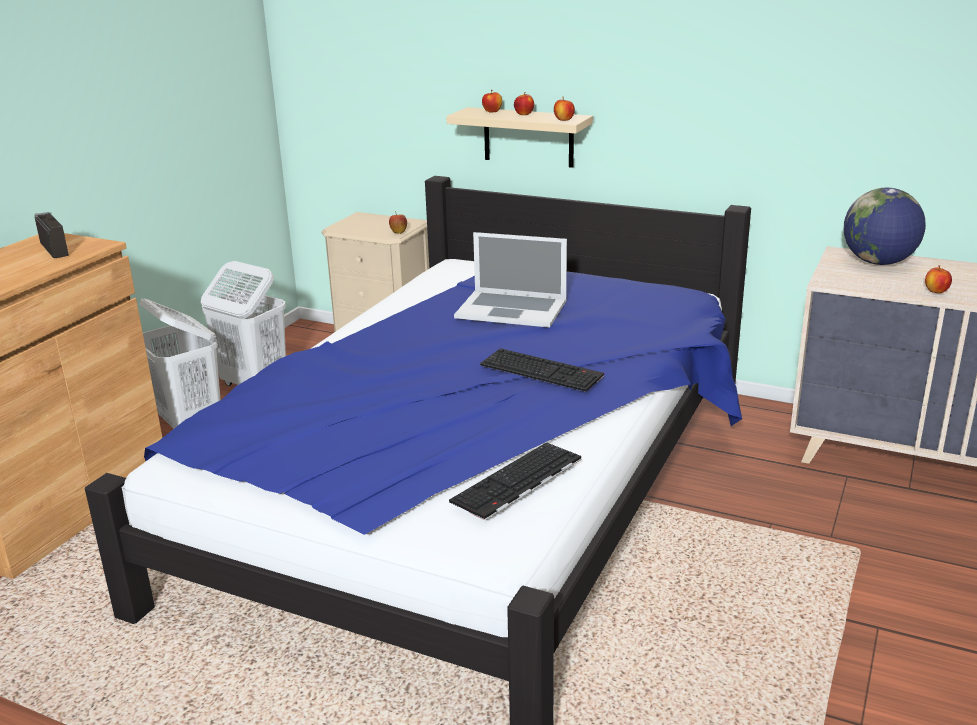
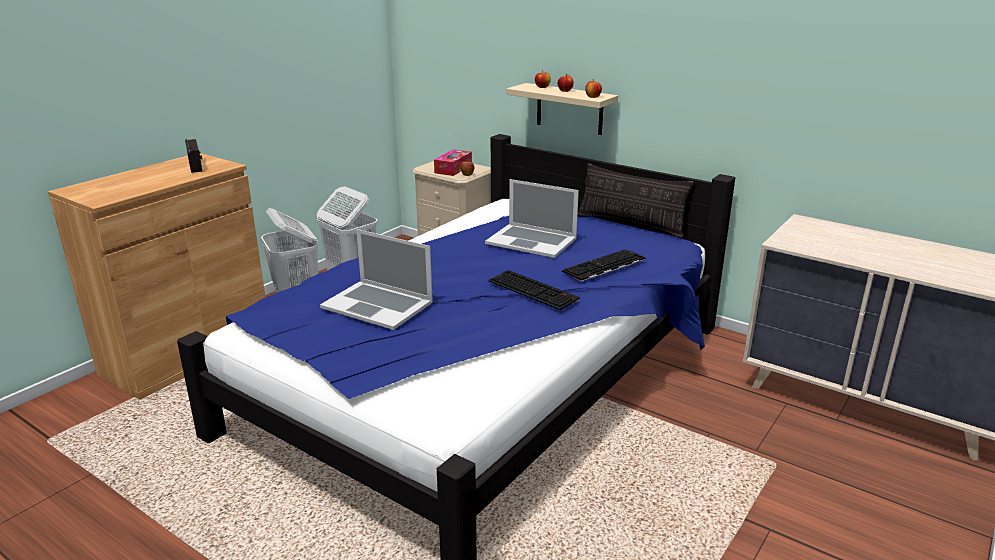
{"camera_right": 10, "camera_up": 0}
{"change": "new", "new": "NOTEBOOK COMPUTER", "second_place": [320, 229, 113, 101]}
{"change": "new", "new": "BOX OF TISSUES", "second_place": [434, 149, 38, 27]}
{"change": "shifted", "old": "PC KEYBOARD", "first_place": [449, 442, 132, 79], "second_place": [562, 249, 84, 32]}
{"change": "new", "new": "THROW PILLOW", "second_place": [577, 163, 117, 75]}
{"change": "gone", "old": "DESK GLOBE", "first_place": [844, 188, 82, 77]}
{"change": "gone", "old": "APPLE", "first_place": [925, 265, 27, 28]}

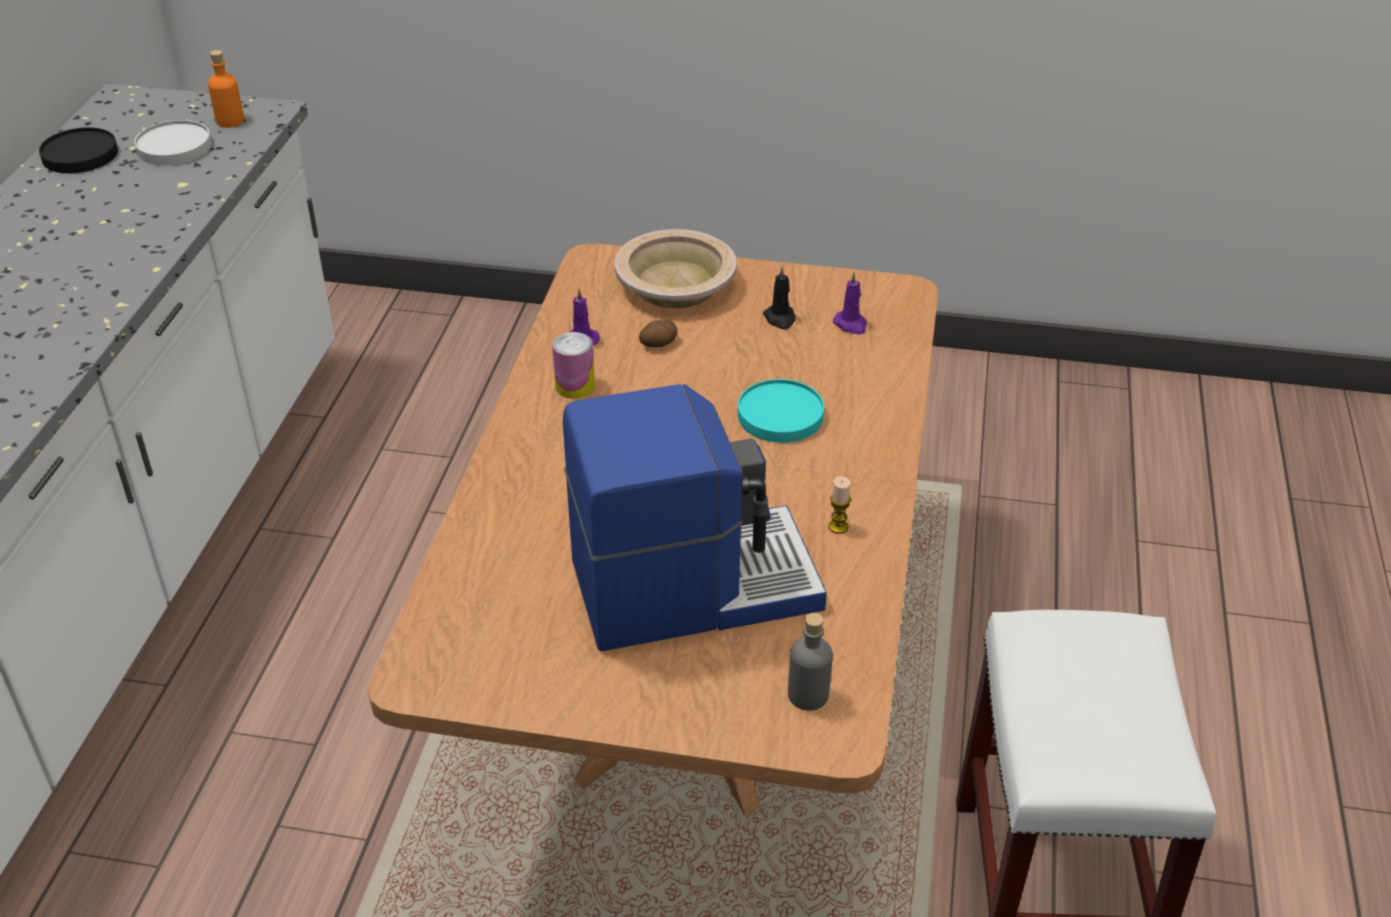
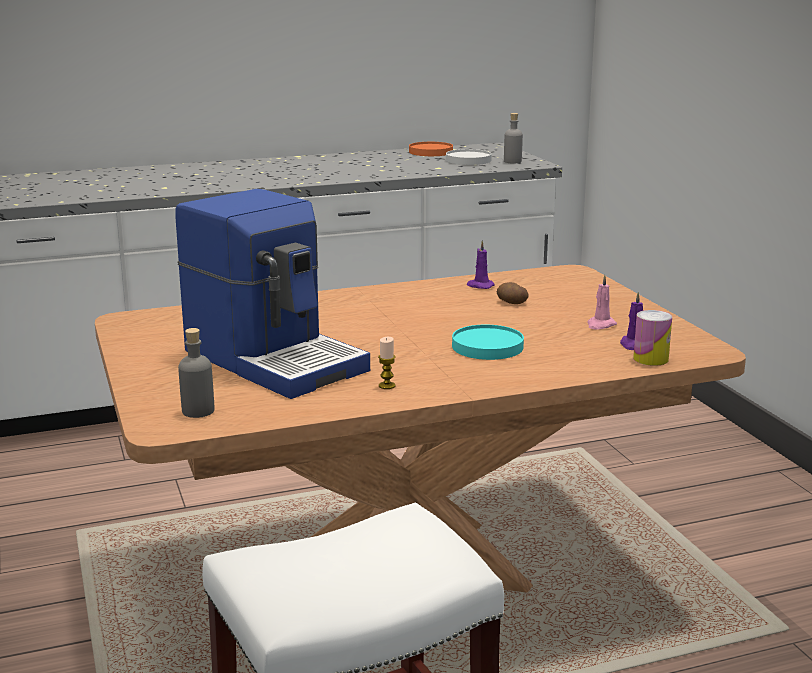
{"camera_right": 60, "camera_up": -20}
{"change": "repainted", "old": "BLACK-COLOURED PLATE", "new": "ORANGEY PLATE", "first_place": [39, 127, 79, 46], "second_place": [409, 142, 44, 14]}
{"change": "repainted", "old": "ORANGEY DRINK BOTTLE", "new": "GREYISH DRINK BOTTLE", "first_place": [208, 50, 36, 78], "second_place": [504, 113, 19, 50]}
{"change": "repainted", "old": "BLACK-COLOURED CANDLE", "new": "PINK-COLOURED CANDLE", "first_place": [763, 266, 33, 63], "second_place": [588, 275, 29, 55]}
{"change": "shifted", "old": "SEALED CAN", "first_place": [552, 332, 43, 67], "second_place": [633, 310, 39, 56]}
{"change": "gone", "old": "SAND-COLOURED BOWL", "first_place": [615, 229, 122, 79]}

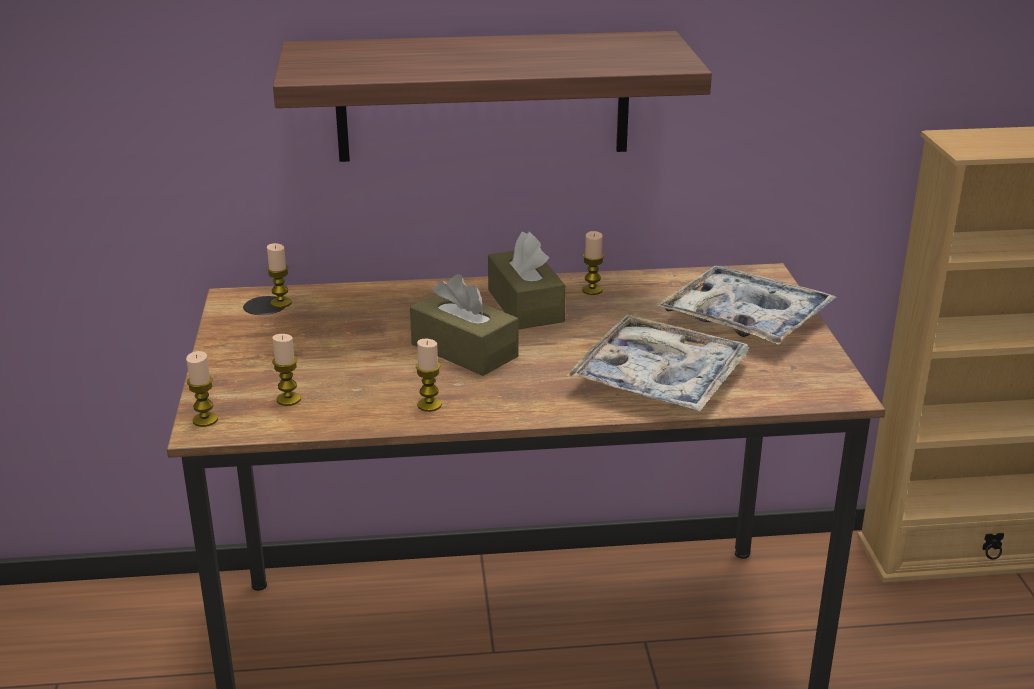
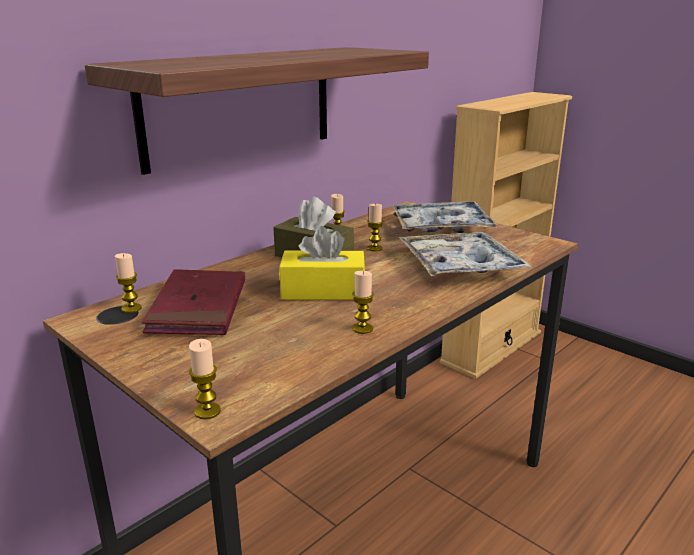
{"camera_right": -40, "camera_up": -5}
{"change": "new", "new": "RED-COLOURED BOUND BOOK", "second_place": [142, 269, 103, 66]}
{"change": "repainted", "old": "BROWN-COLOURED BOX OF TISSUES", "new": "YELLOWISH BOX OF TISSUES", "first_place": [410, 274, 108, 102], "second_place": [279, 226, 86, 74]}
{"change": "shifted", "old": "CANDLE", "first_place": [272, 334, 29, 72], "second_place": [367, 203, 16, 48]}

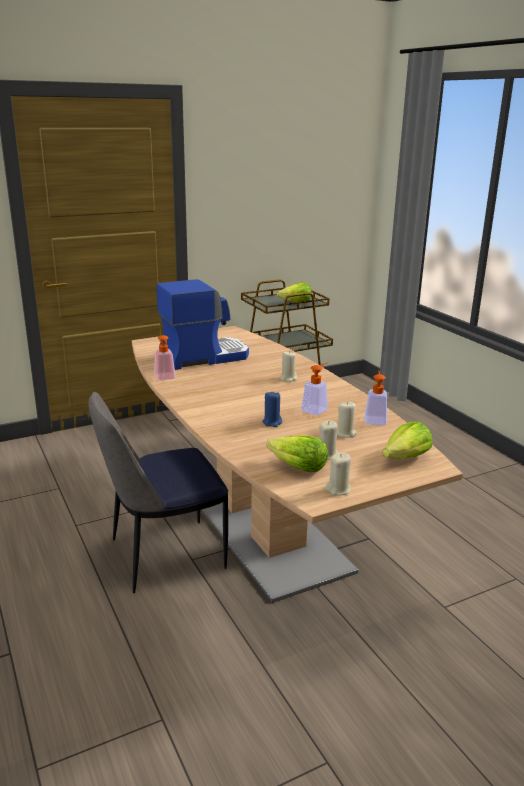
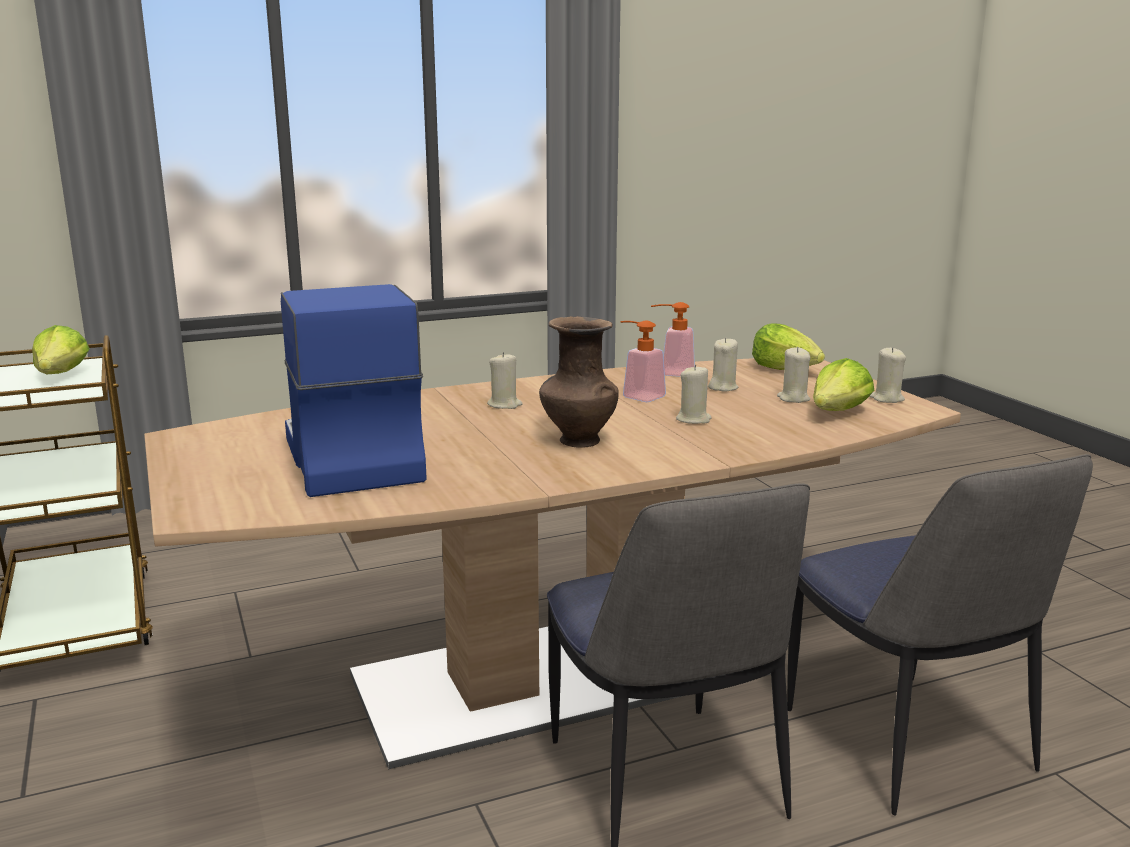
{"camera_right": -85, "camera_up": -5}
{"change": "new", "new": "BROWN-COLOURED VASE", "second_place": [539, 316, 80, 132]}
{"change": "repainted", "old": "BLUE CANDLE", "new": "SAND-COLOURED CANDLE", "first_place": [262, 391, 20, 36], "second_place": [676, 365, 36, 59]}
{"change": "new", "new": "PLAIN CHAIR", "second_place": [787, 454, 306, 362]}
{"change": "gone", "old": "LIQUID SOAP BOTTLE", "first_place": [154, 335, 21, 45]}

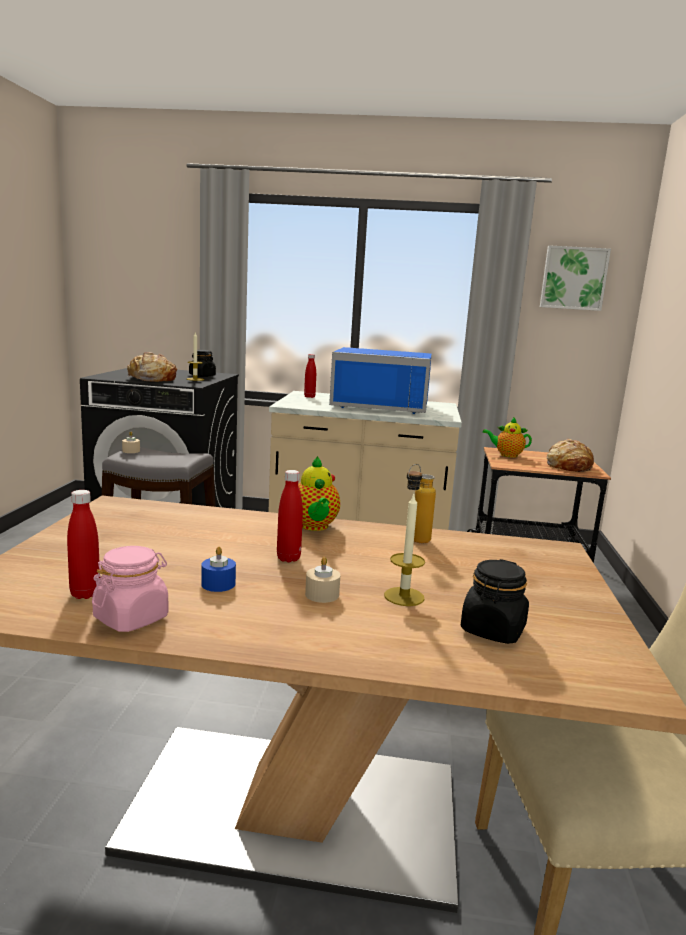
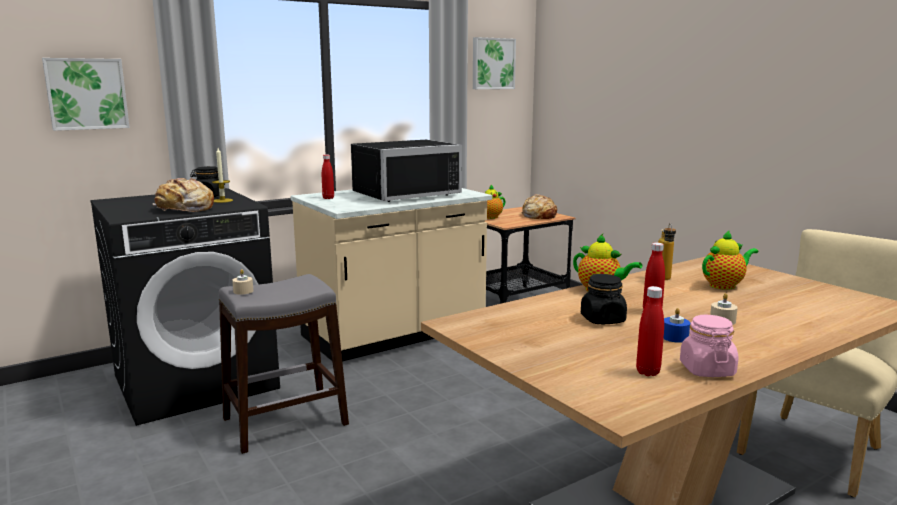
{"camera_right": -40, "camera_up": 0}
{"change": "new", "new": "WALL PICTURE", "second_place": [42, 58, 88, 73]}
{"change": "repainted", "old": "BLUE MICROWAVE OVEN", "new": "BLACK-COLOURED MICROWAVE OVEN", "first_place": [329, 347, 103, 67], "second_place": [351, 140, 111, 62]}
{"change": "shifted", "old": "BLACK-COLOURED STORAGE JAR", "first_place": [461, 559, 68, 85], "second_place": [581, 274, 46, 50]}
{"change": "new", "new": "TEA POT", "second_place": [702, 230, 56, 60]}
{"change": "gone", "old": "CANDLE", "first_place": [384, 494, 41, 112]}

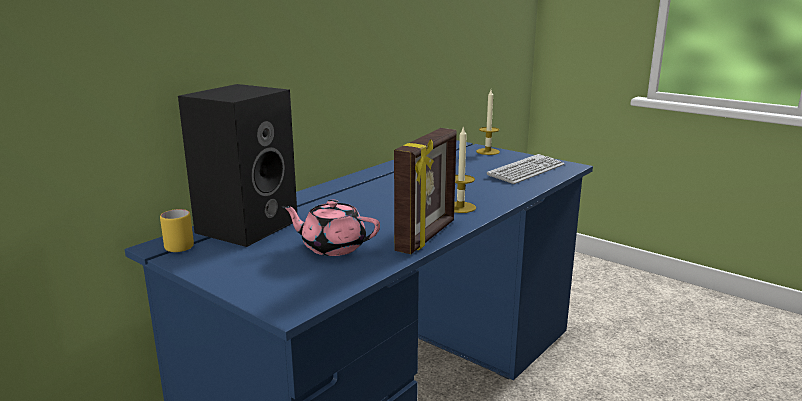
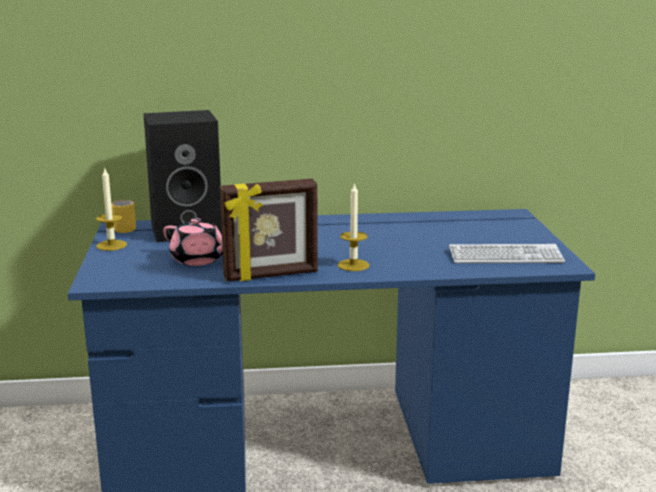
{"camera_right": 45, "camera_up": 0}
{"change": "shifted", "old": "CANDLE", "first_place": [476, 90, 24, 65], "second_place": [96, 169, 31, 82]}
{"change": "rotated", "old": "PINK-COLOURED TEA POT", "first_place": [282, 200, 98, 56], "second_place": [163, 218, 60, 48], "degrees": 150}

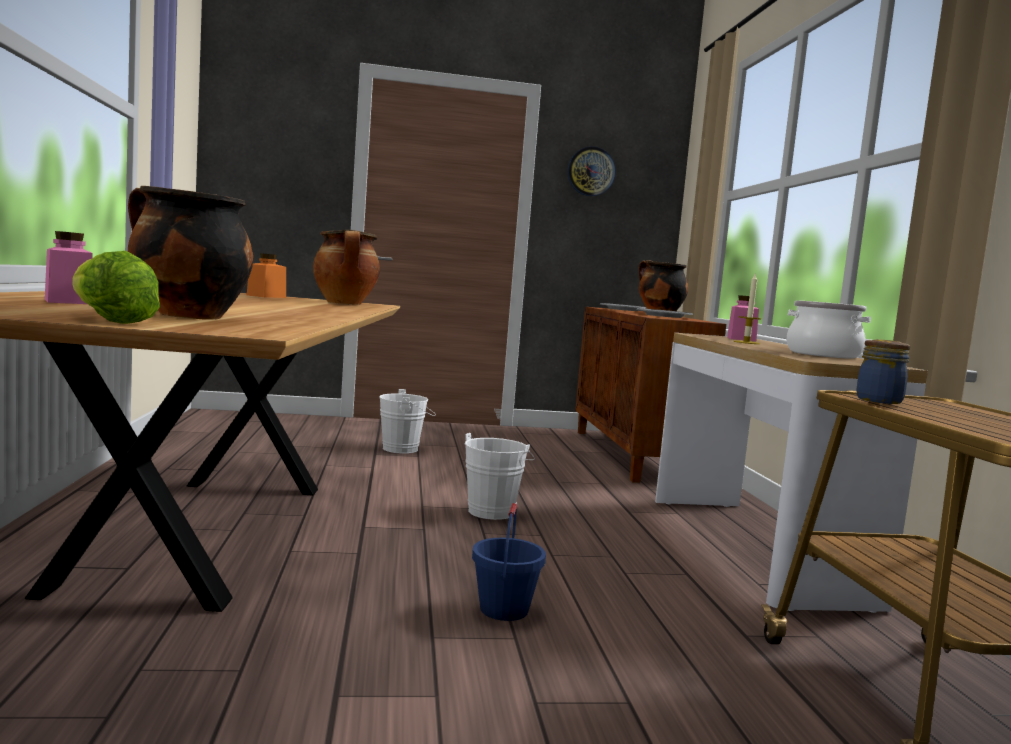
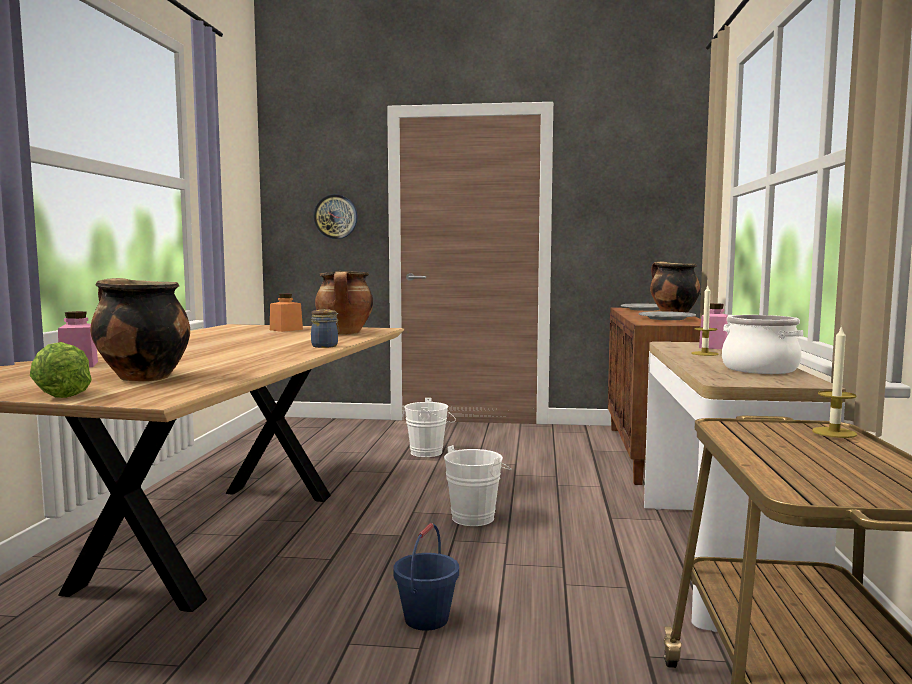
{"camera_right": 15, "camera_up": 0}
{"change": "shifted", "old": "STORAGE JAR", "first_place": [856, 339, 54, 65], "second_place": [311, 309, 28, 39]}
{"change": "shifted", "old": "WALL CLOCK", "first_place": [568, 146, 47, 50], "second_place": [314, 194, 44, 45]}
{"change": "new", "new": "CANDLE", "second_place": [812, 325, 45, 113]}

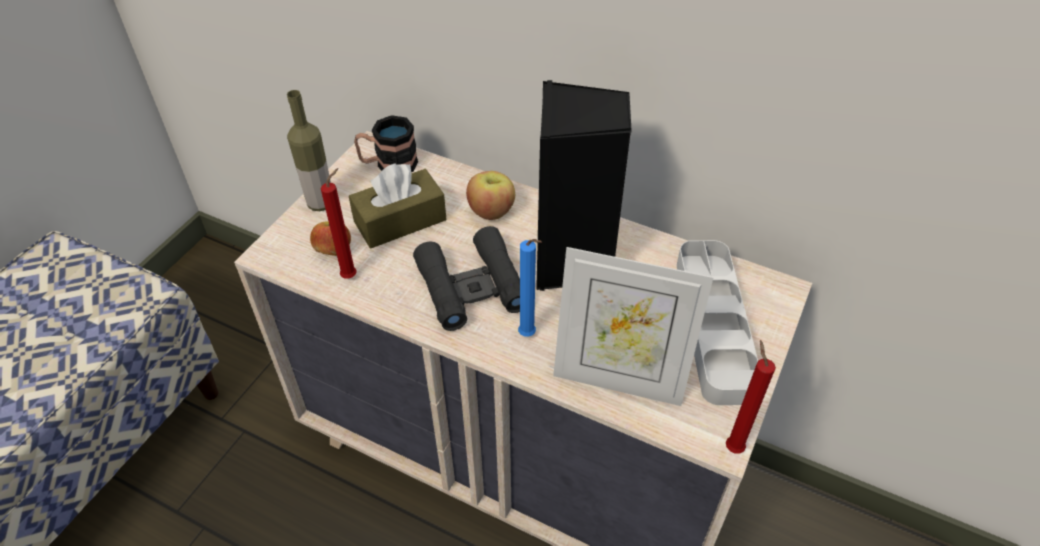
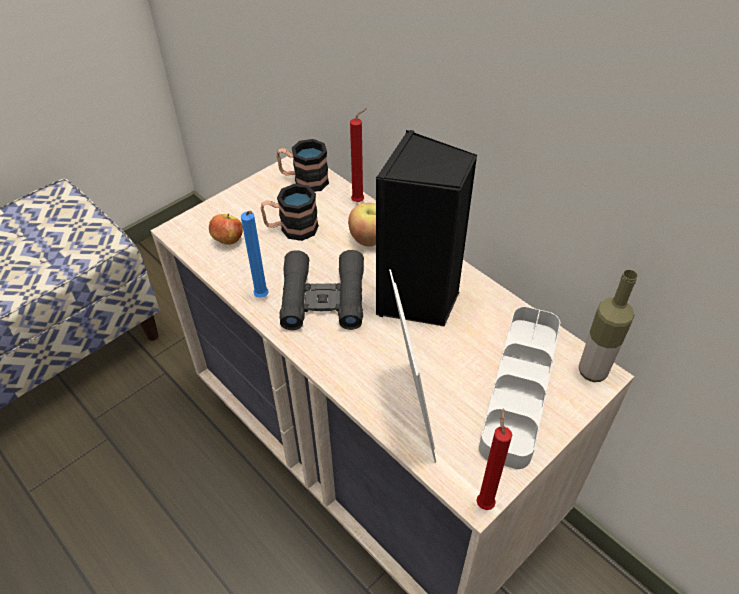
{"camera_right": 20, "camera_up": 0}
{"change": "shifted", "old": "BLUE CANDLE", "first_place": [518, 239, 24, 98], "second_place": [241, 211, 28, 87]}
{"change": "swapped", "old": "BROWN-COLOURED BOX OF TISSUES", "new": "COFFEE MUG", "first_place": [349, 164, 97, 84], "second_place": [260, 184, 59, 57]}
{"change": "shifted", "old": "RED-COLOURED CANDLE", "first_place": [321, 168, 36, 111], "second_place": [350, 108, 17, 94]}
{"change": "rotated", "old": "STANDING FRAME", "first_place": [553, 247, 160, 159], "second_place": [389, 269, 47, 194], "degrees": -135}
{"change": "shifted", "old": "DRINK BOTTLE", "first_place": [287, 90, 44, 121], "second_place": [579, 269, 59, 113]}

